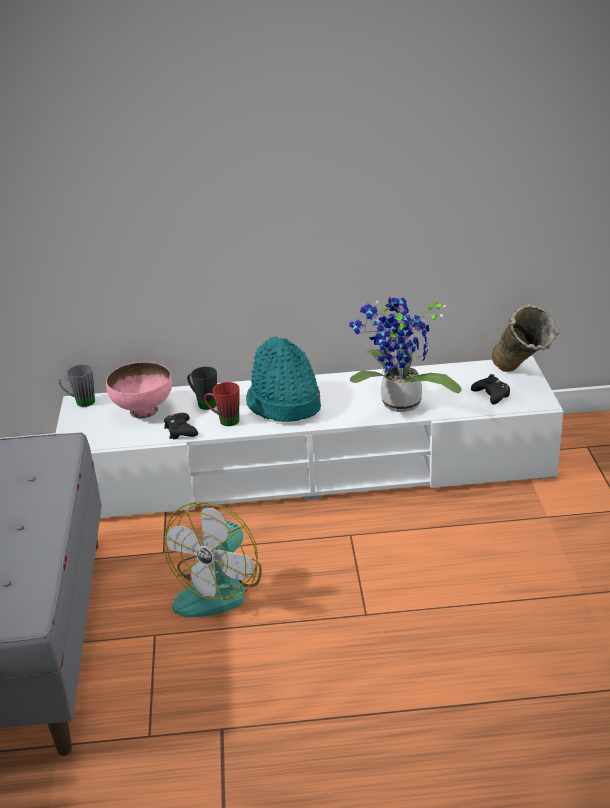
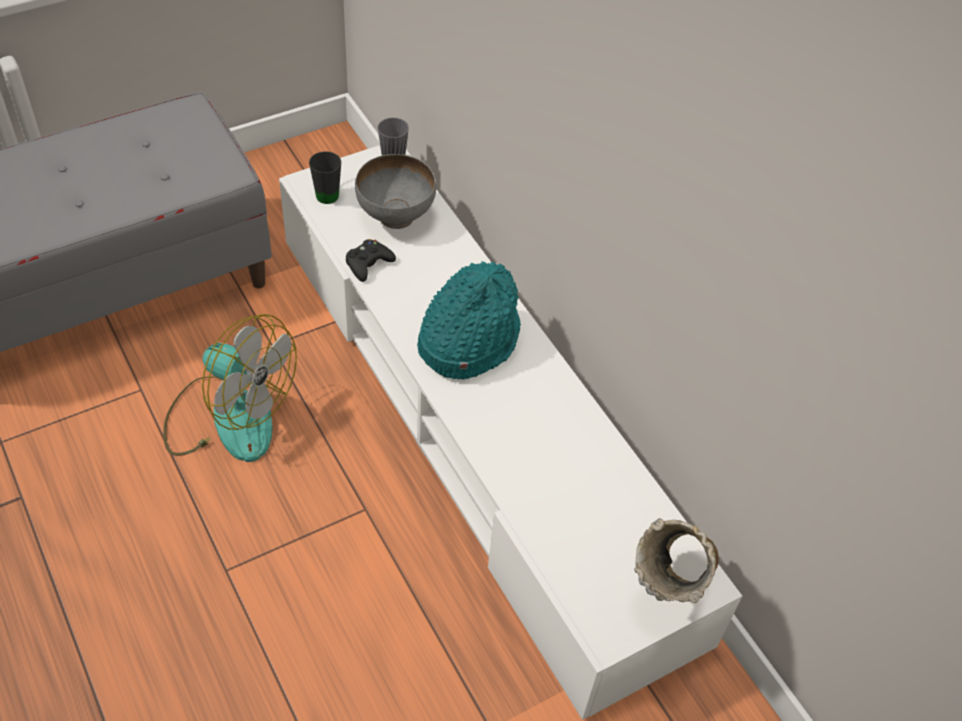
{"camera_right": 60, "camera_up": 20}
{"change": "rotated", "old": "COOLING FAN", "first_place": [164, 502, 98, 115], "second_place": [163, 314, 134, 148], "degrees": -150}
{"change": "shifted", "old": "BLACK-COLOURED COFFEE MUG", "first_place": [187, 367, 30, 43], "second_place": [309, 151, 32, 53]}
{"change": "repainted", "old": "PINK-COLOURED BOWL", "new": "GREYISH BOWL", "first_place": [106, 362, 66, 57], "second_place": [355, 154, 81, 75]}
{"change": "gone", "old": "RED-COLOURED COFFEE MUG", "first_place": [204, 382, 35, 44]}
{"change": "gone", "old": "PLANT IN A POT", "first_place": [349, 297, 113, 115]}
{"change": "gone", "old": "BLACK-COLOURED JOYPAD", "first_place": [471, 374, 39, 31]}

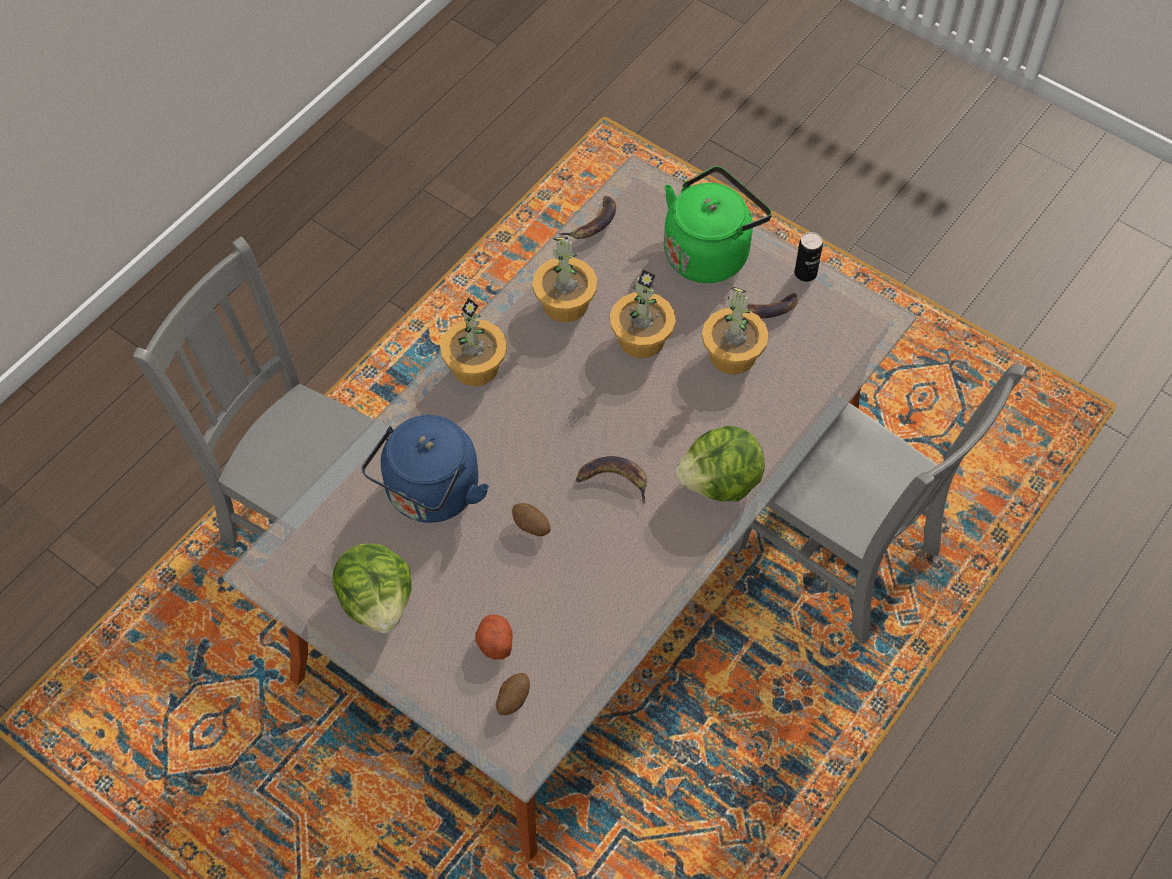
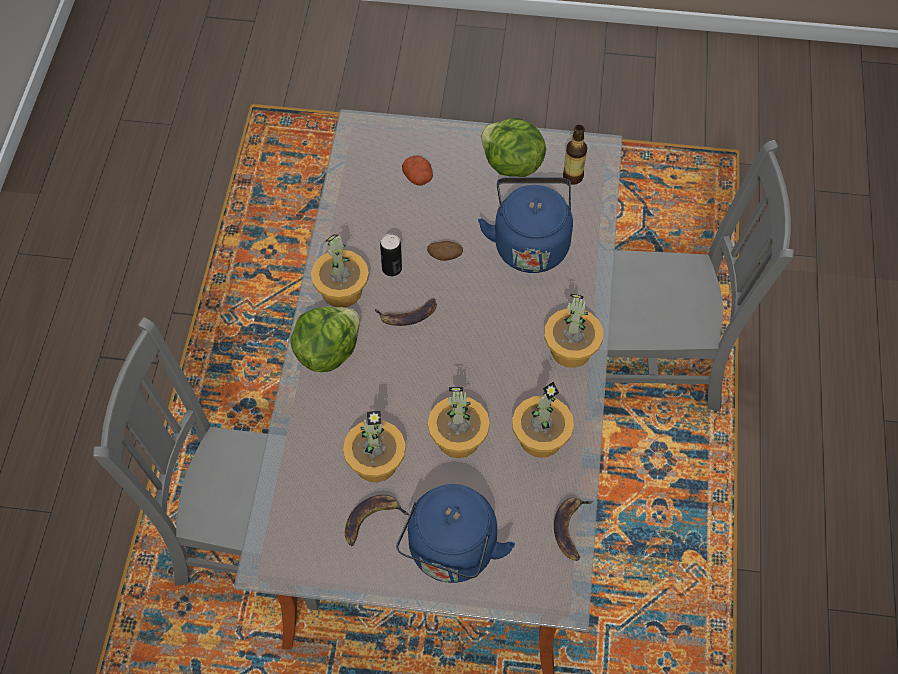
{"camera_right": 150, "camera_up": 0}
{"change": "new", "new": "PLANT IN A POT", "second_place": [311, 234, 58, 73]}
{"change": "shifted", "old": "SEALED CAN", "first_place": [794, 232, 29, 50], "second_place": [380, 234, 22, 42]}
{"change": "repainted", "old": "GREEN-COLOURED KETTLE", "new": "BLUE KETTLE", "first_place": [664, 166, 108, 117], "second_place": [396, 484, 119, 99]}
{"change": "new", "new": "DRINK BOTTLE", "second_place": [563, 125, 24, 59]}
{"change": "gone", "old": "WHOLE POTATO", "first_place": [496, 673, 34, 42]}

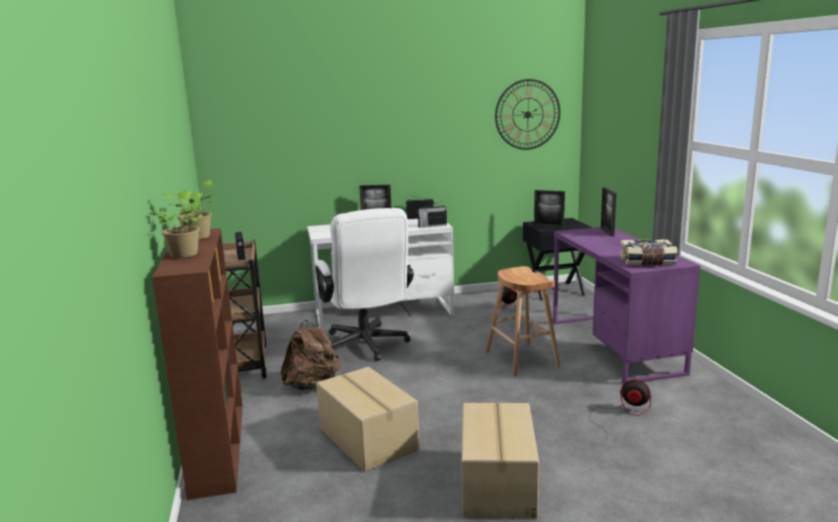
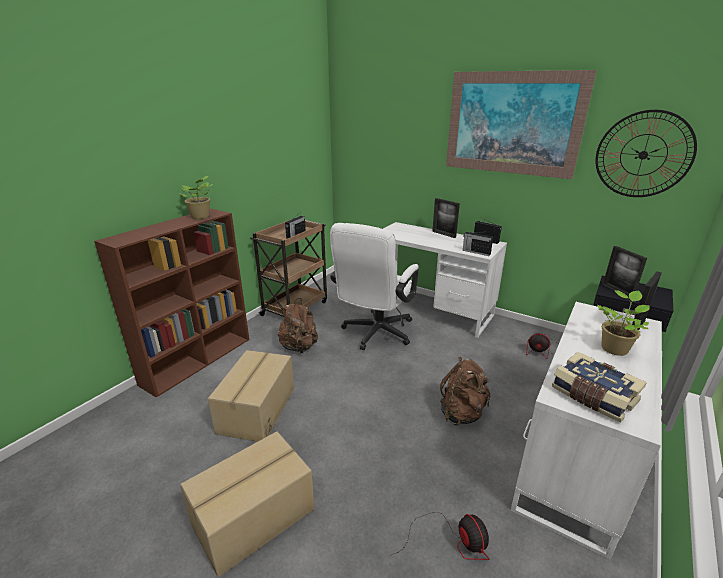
{"camera_right": 45, "camera_up": 10}
{"change": "swapped", "old": "BROWN-COLOURED STOOL", "new": "BROWN-COLOURED KNAPSACK", "first_place": [486, 266, 74, 110], "second_place": [440, 357, 50, 69]}
{"change": "new", "new": "WALL PICTURE", "second_place": [446, 70, 151, 109]}
{"change": "repainted", "old": "PURPLISH DESK", "new": "WHITISH DESK", "first_place": [553, 227, 147, 157], "second_place": [511, 302, 151, 258]}
{"change": "shifted", "old": "PLANT IN A POT", "first_place": [150, 190, 53, 68], "second_place": [597, 290, 53, 66]}

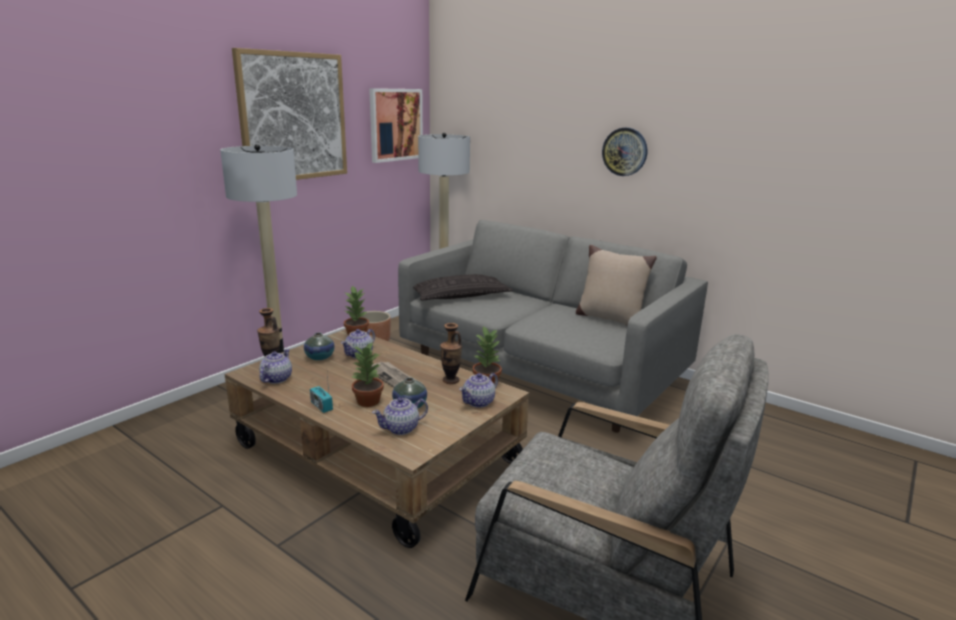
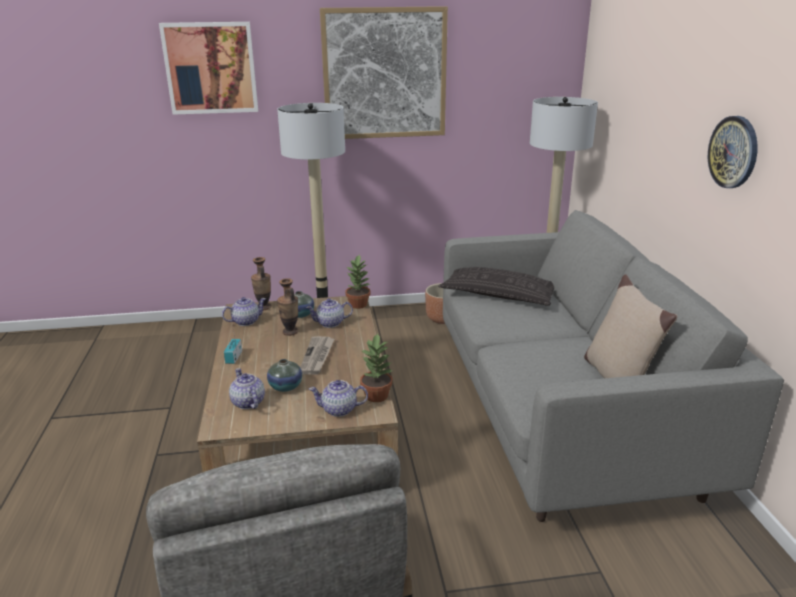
{"camera_right": 45, "camera_up": 5}
{"change": "shifted", "old": "WALL PICTURE", "first_place": [369, 88, 54, 75], "second_place": [159, 22, 99, 93]}
{"change": "rotated", "old": "TEA POT", "first_place": [372, 397, 56, 38], "second_place": [229, 368, 36, 41], "degrees": 45}
{"change": "shifted", "old": "VASE", "first_place": [440, 323, 22, 61], "second_place": [277, 278, 21, 58]}
{"change": "gone", "old": "PLANT IN A POT", "first_place": [350, 342, 34, 65]}

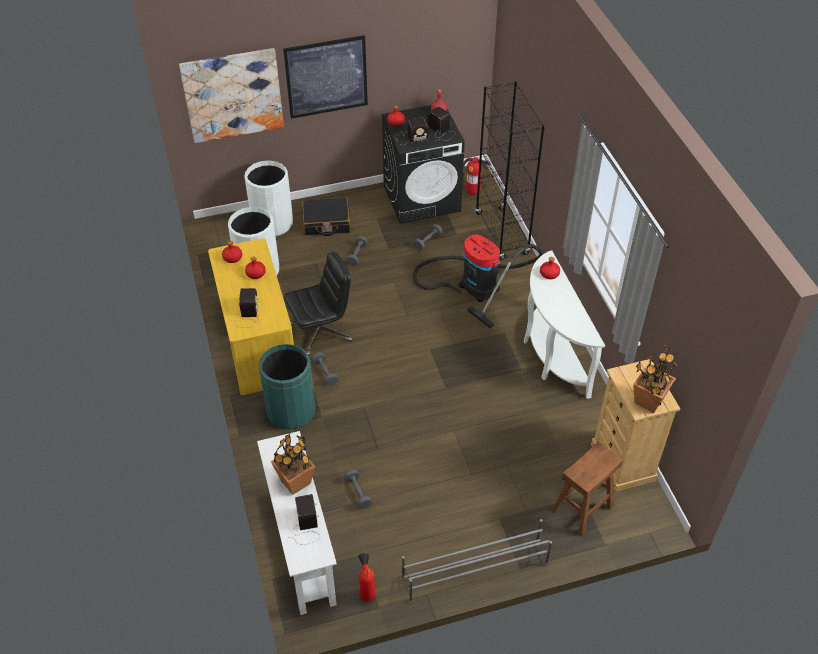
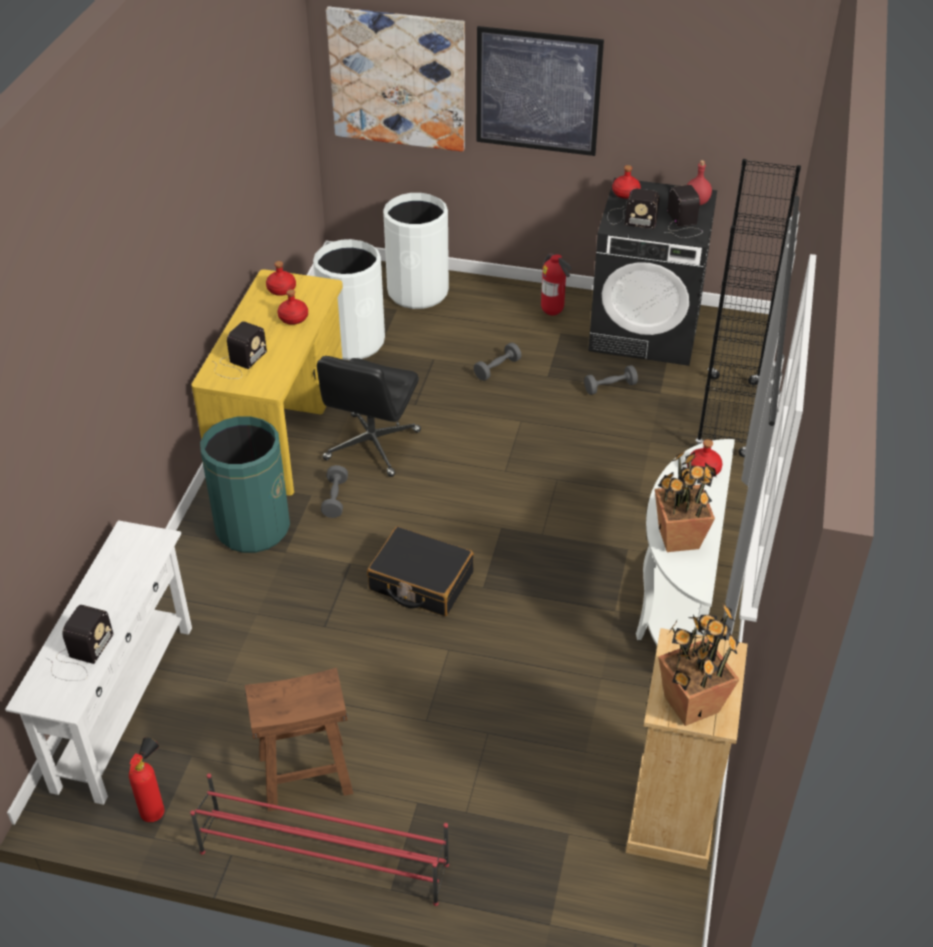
{"camera_right": 30, "camera_up": -5}
{"change": "repainted", "old": "GREYISH SHOE STAND", "new": "RED-COLOURED SHOE STAND", "first_place": [402, 519, 150, 84], "second_place": [190, 773, 259, 133]}
{"change": "shifted", "old": "BROWN-COLOURED STOOL", "first_place": [551, 442, 72, 94], "second_place": [245, 668, 108, 143]}
{"change": "rotated", "old": "BLACK-COLOURED OFFICE CHAIR", "first_place": [284, 252, 69, 104], "second_place": [317, 356, 104, 121], "degrees": 105}
{"change": "shifted", "old": "BLACK-COLOURED TRAVEL CASE", "first_place": [302, 197, 49, 39], "second_place": [367, 526, 107, 90]}
{"change": "shifted", "old": "FIRE EXTINGUISHER", "first_place": [463, 157, 28, 38], "second_place": [541, 253, 31, 63]}
{"change": "shifted", "old": "PLANT IN A POT", "first_place": [271, 434, 44, 61], "second_place": [655, 450, 61, 102]}
{"change": "gone", "old": "GREYISH DUMBBELL", "first_place": [344, 470, 28, 39]}
{"change": "gone", "old": "VACUUM CLEANER", "first_place": [413, 234, 130, 94]}

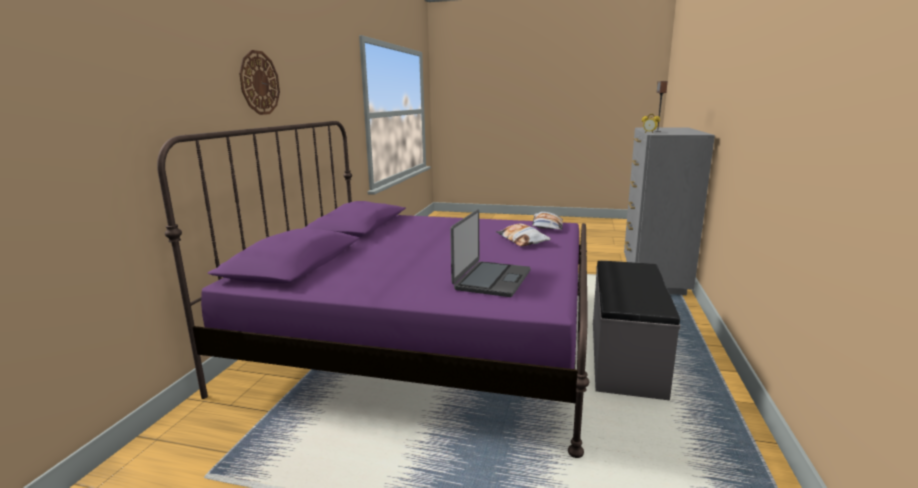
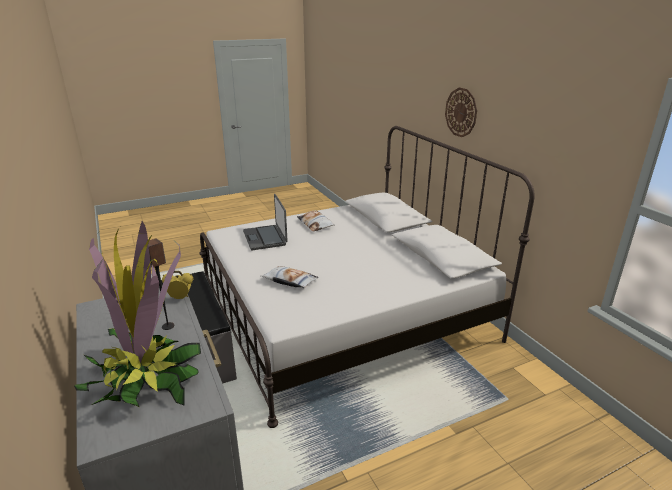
{"camera_right": 140, "camera_up": 10}
{"change": "new", "new": "PLANT IN A POT", "second_place": [74, 221, 127, 186]}
{"change": "repainted", "old": "PURPLISH SLEEPING BED", "new": "WHITISH SLEEPING BED", "first_place": [157, 121, 432, 337], "second_place": [200, 126, 335, 302]}
{"change": "shifted", "old": "THROW PILLOW", "first_place": [532, 212, 31, 18], "second_place": [297, 210, 38, 22]}

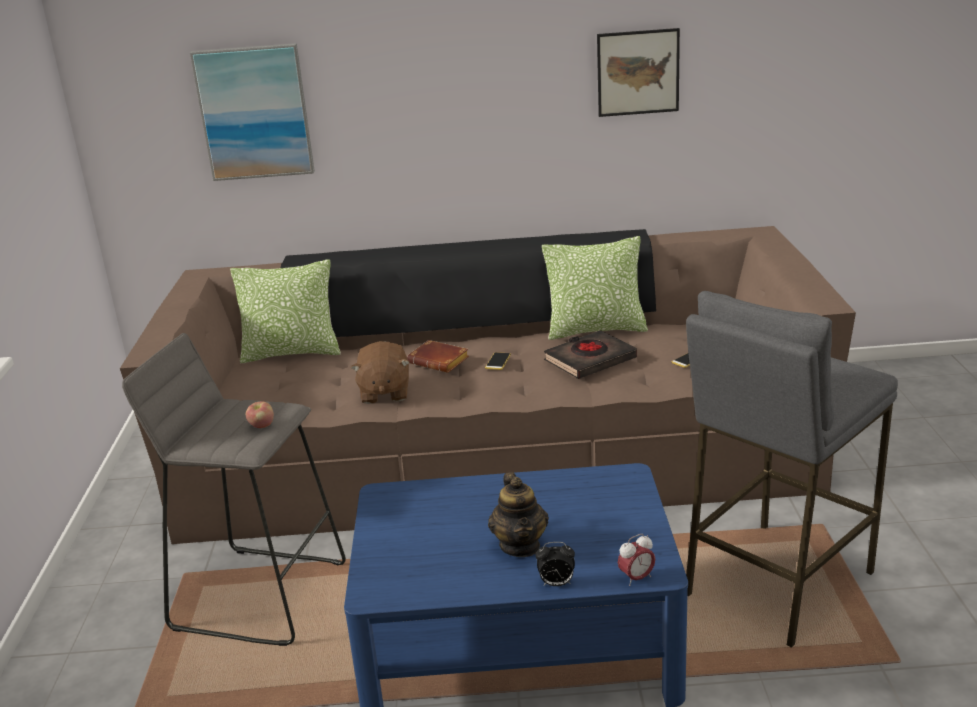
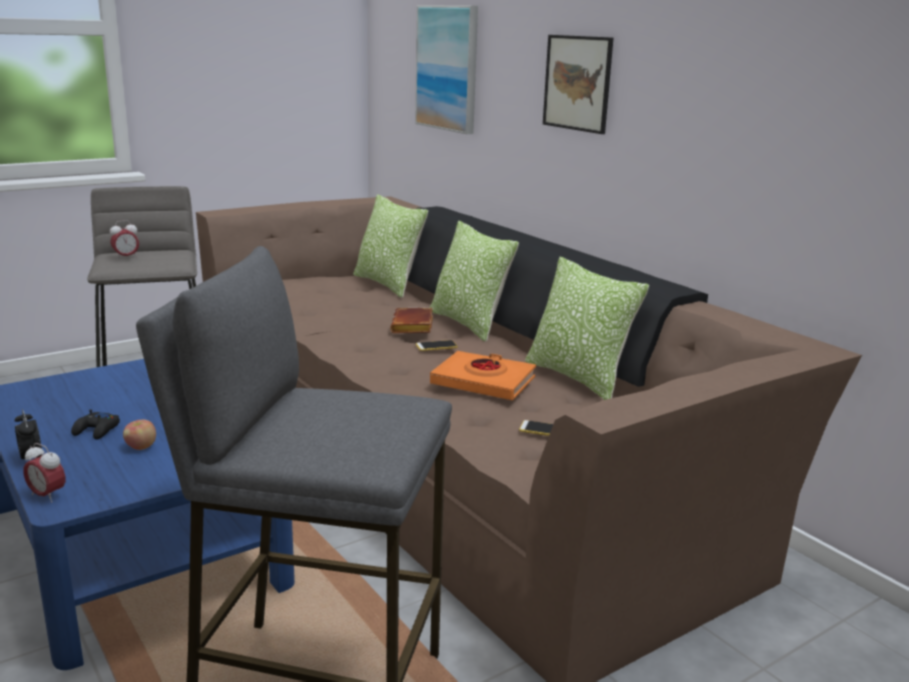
{"camera_right": 55, "camera_up": -5}
{"change": "swapped", "old": "TEA POT", "new": "BLACK-COLOURED JOYPAD", "first_place": [488, 472, 61, 85], "second_place": [71, 409, 49, 31]}
{"change": "new", "new": "BEDSIDE CLOCK", "second_place": [110, 220, 29, 40]}
{"change": "shifted", "old": "APPLE", "first_place": [246, 401, 28, 27], "second_place": [123, 420, 33, 30]}
{"change": "new", "new": "THROW PILLOW", "second_place": [430, 221, 89, 121]}
{"change": "repainted", "old": "BLACK-COLOURED BOUND BOOK", "new": "ORANGEY BOUND BOOK", "first_place": [544, 330, 93, 49], "second_place": [430, 351, 106, 49]}
{"change": "shifted", "old": "WALL PICTURE", "first_place": [597, 28, 83, 89], "second_place": [543, 35, 70, 99]}
{"change": "gone", "old": "BROWN-COLOURED PLUSH TOY", "first_place": [351, 341, 59, 63]}

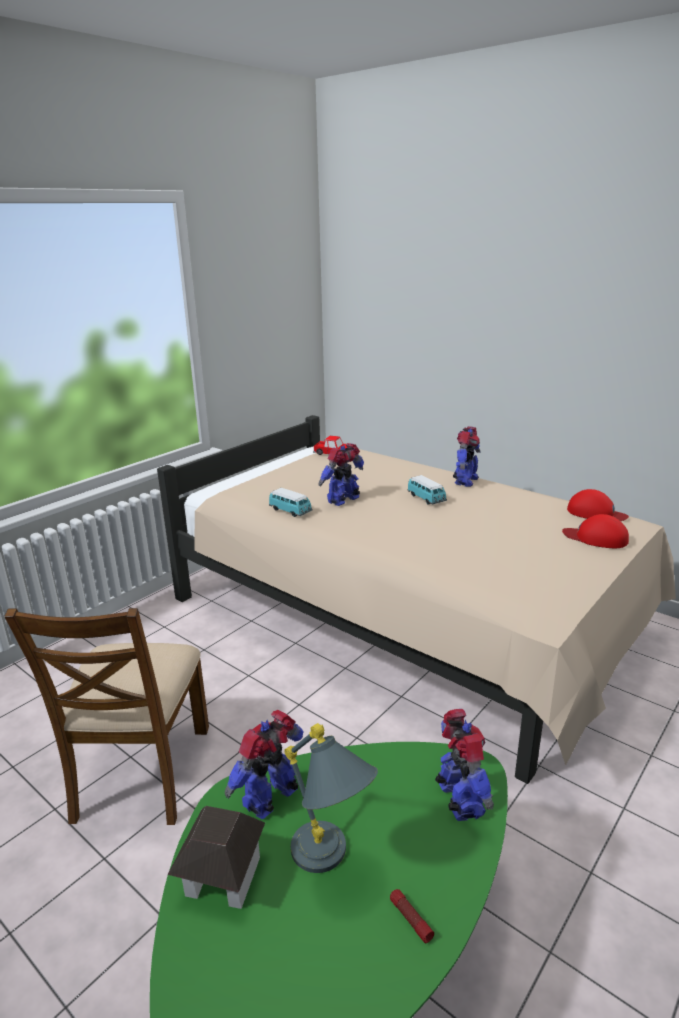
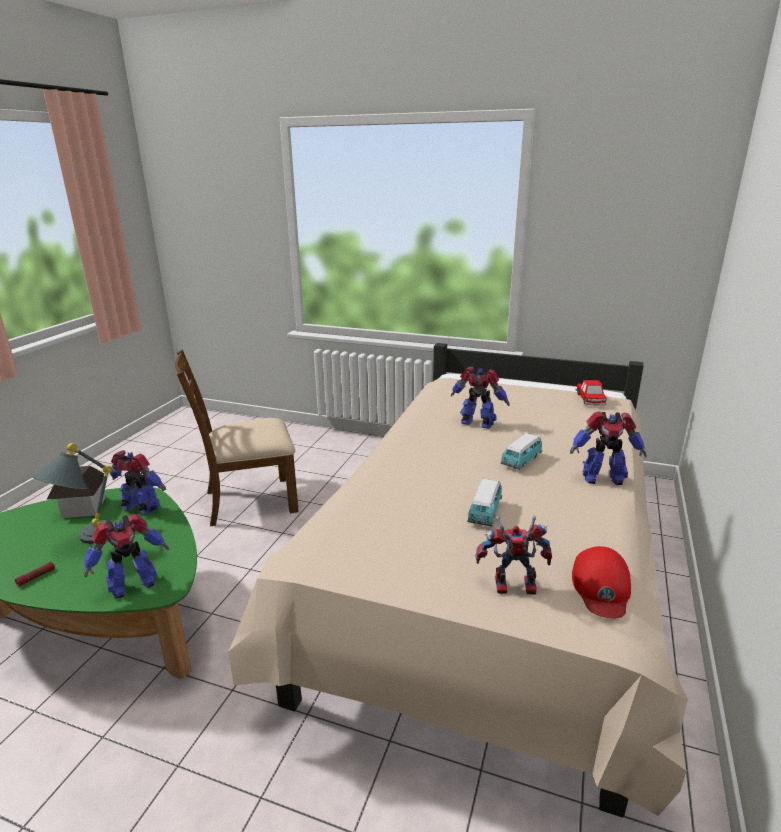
{"camera_right": 70, "camera_up": 0}
{"change": "shifted", "old": "TOY CAR", "first_place": [269, 488, 43, 29], "second_place": [467, 479, 35, 48]}
{"change": "swapped", "old": "RED-COLOURED BASEBALL CAP", "new": "MODEL ROBOT", "first_place": [562, 514, 67, 34], "second_place": [475, 515, 77, 80]}

